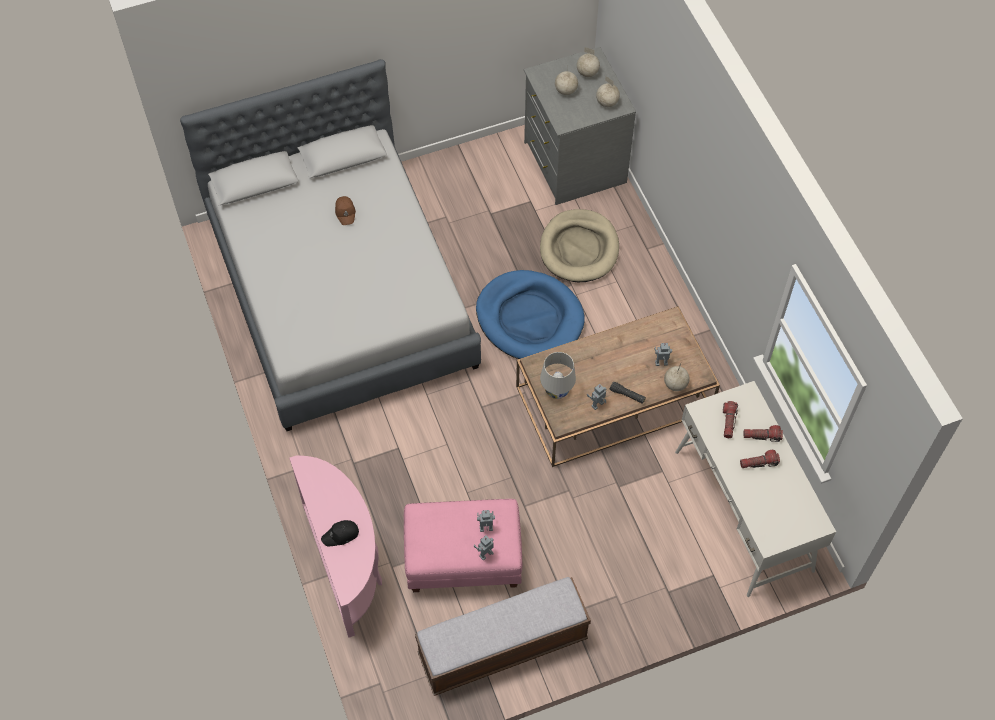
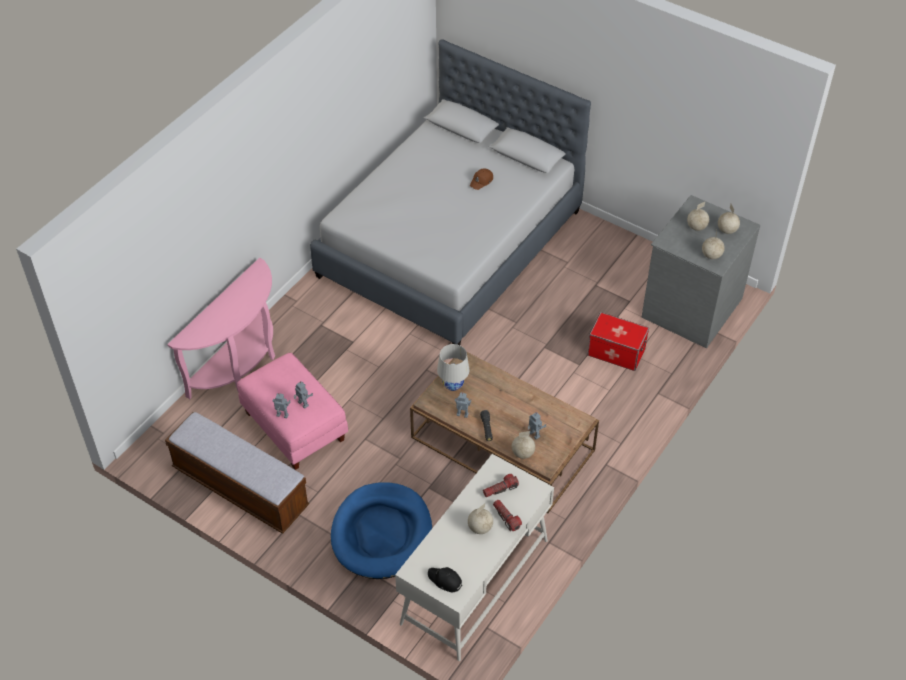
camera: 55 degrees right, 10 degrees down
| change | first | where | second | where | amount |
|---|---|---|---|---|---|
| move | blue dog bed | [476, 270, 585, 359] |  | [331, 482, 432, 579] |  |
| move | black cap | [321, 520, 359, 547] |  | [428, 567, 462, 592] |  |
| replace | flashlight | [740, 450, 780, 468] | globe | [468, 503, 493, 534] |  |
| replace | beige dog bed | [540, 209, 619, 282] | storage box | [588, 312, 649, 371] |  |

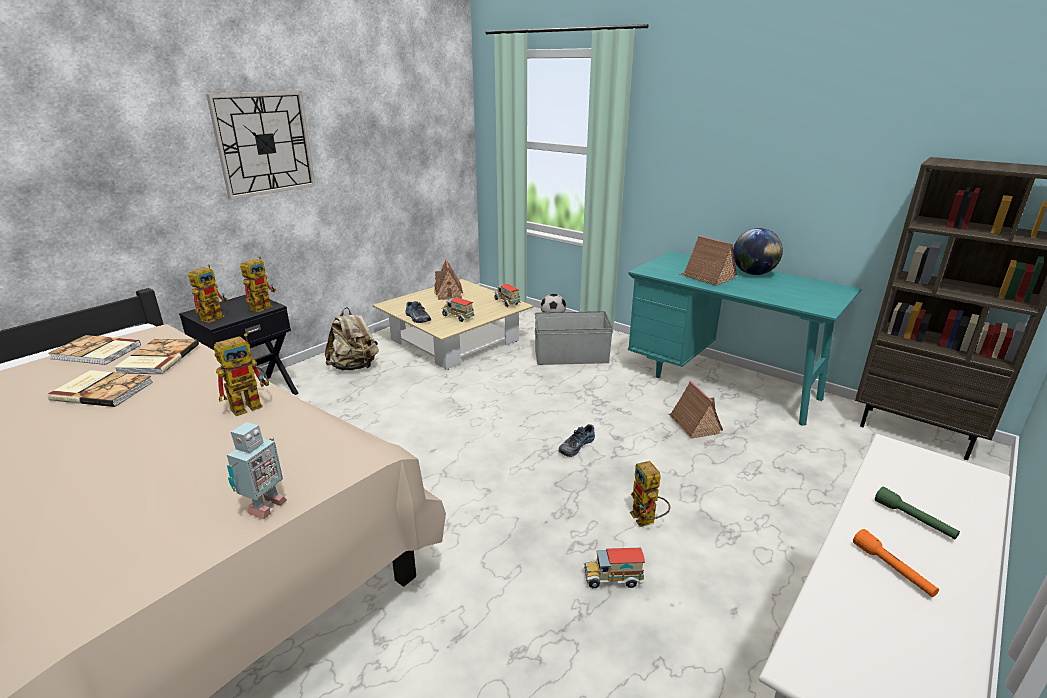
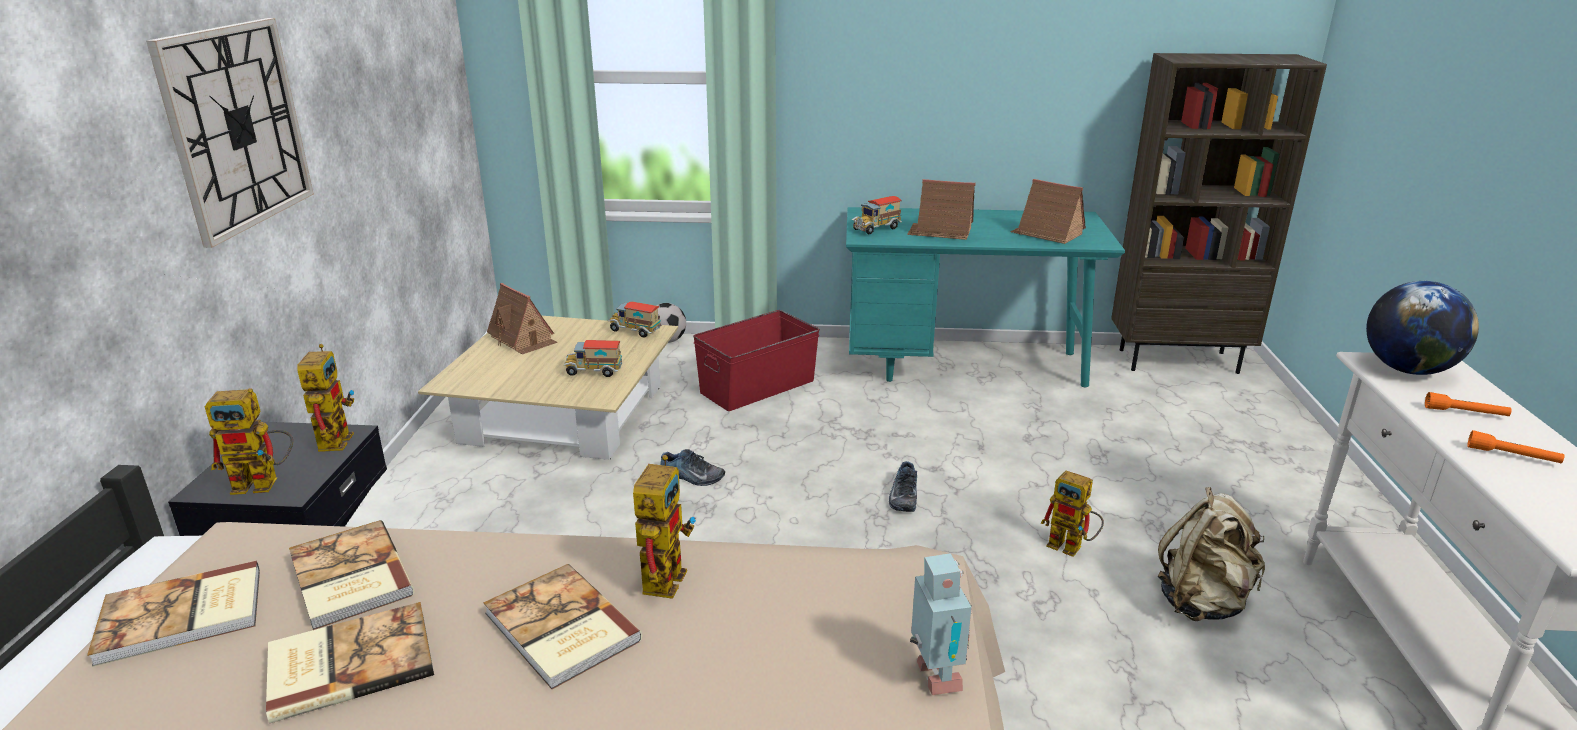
camera: 35 degrees left, 0 degrees up
| change | first | where | second | where | amount |
|---|---|---|---|---|---|
| rotate | toy robot | [188, 264, 227, 323] |  | [205, 388, 293, 495] | 90 degrees clockwise |
| insert |  |  | book | [483, 564, 642, 689] |  |
| move | shoe | [405, 301, 431, 323] |  | [661, 449, 725, 486] |  |
| recolor | grey storage box | [535, 311, 613, 365] | red storage box | [693, 310, 820, 411] |  |
| move | toy truck | [583, 548, 645, 588] |  | [851, 196, 902, 235] |  |
| move | toy house | [669, 381, 723, 439] |  | [1010, 179, 1086, 244] |  |
| move | beige backpack | [325, 307, 379, 370] |  | [1158, 487, 1265, 621] |  |
| move | globe | [733, 228, 783, 275] |  | [1366, 281, 1479, 375] |  |
| recolor | green flashlight | [875, 487, 960, 539] | orange flashlight | [1425, 392, 1512, 416] |  |

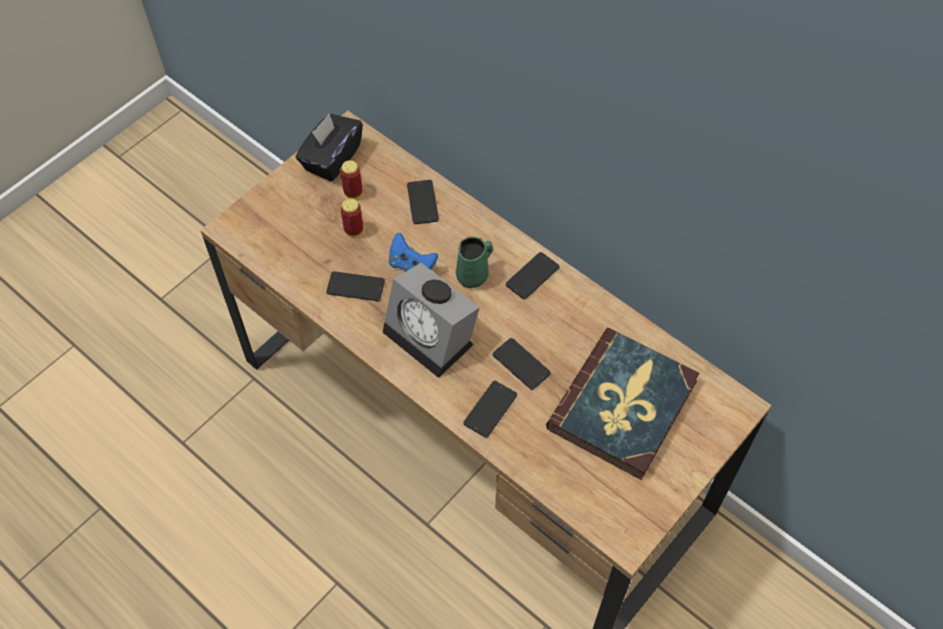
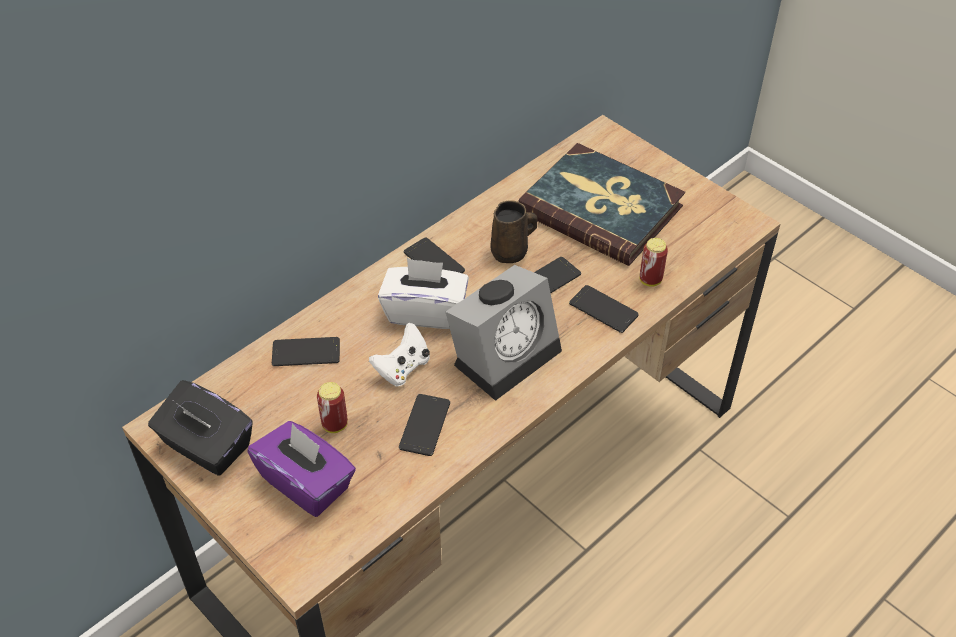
camera: 85 degrees left, 10 degrees down
| change | first | where | second | where | amount |
|---|---|---|---|---|---|
| insert |  |  | purple tissue box | [247, 421, 356, 517] |  |
| recolor | blue game controller | [389, 233, 438, 271] | white game controller | [369, 323, 430, 386] |  |
| replace | green mug | [456, 236, 493, 288] | white tissue box | [378, 258, 469, 329] |  |
| insert |  |  | brown mug | [491, 200, 537, 263] |  |
| move | can | [340, 160, 363, 199] |  | [639, 238, 668, 287] |  |

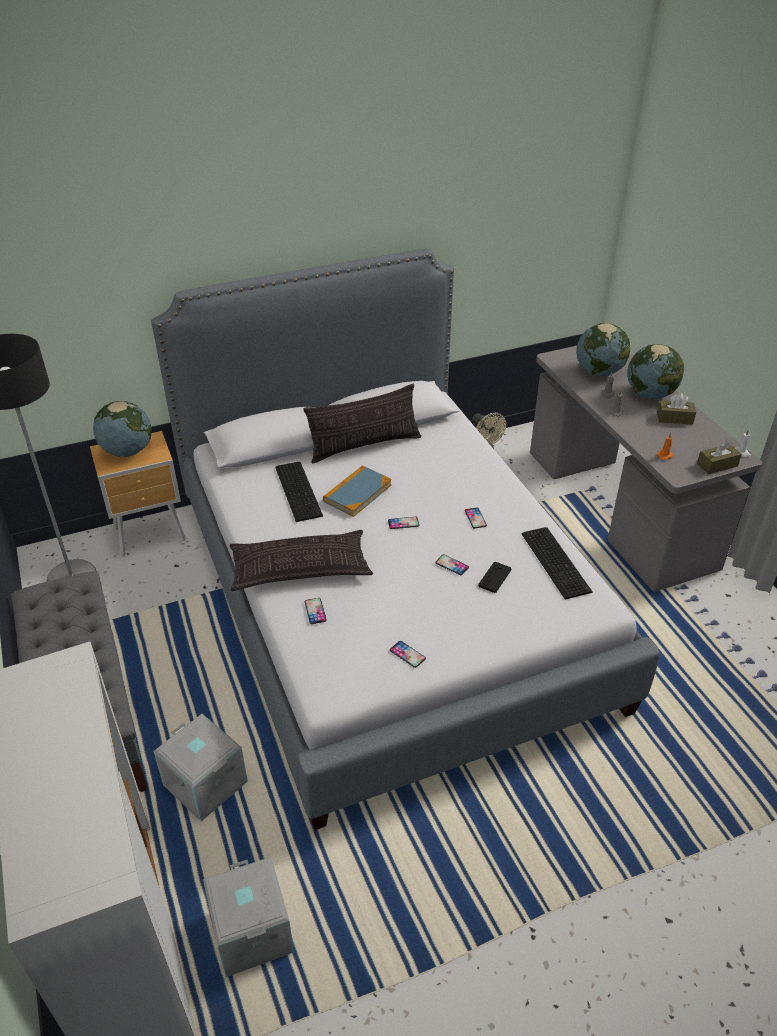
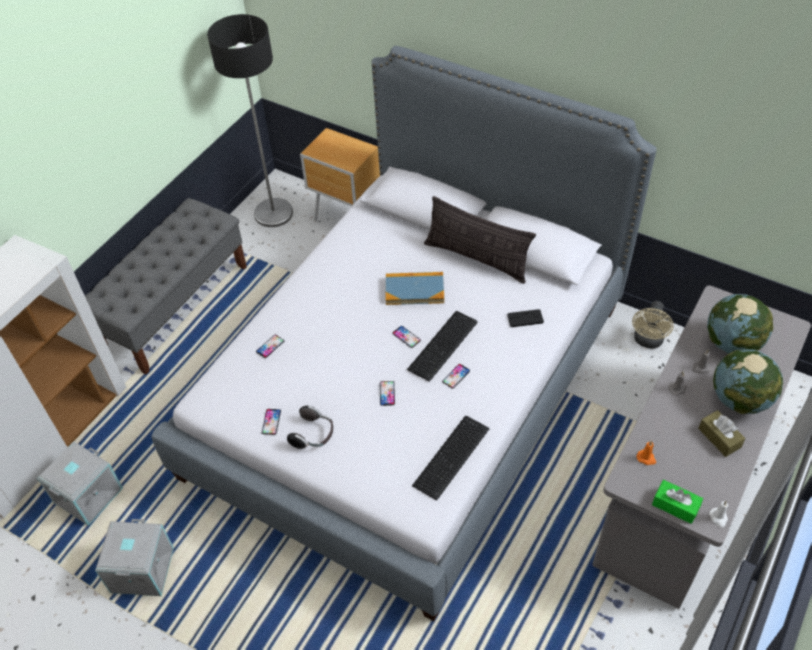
camera: 55 degrees right, 10 degrees up
| change | first | where | second | where | amount |
|---|---|---|---|---|---|
| move | grey storage box | [153, 714, 248, 822] |  | [95, 519, 174, 596] |  |
| insert |  |  | headphones | [287, 406, 333, 449] |  |
| move | keyboard | [275, 462, 323, 522] |  | [407, 311, 478, 382] |  |
| move | black game controller | [478, 562, 512, 593] |  | [507, 309, 544, 327] |  |
| recolor | brown tissue box | [697, 441, 742, 474] | green tissue box | [652, 480, 703, 524] |  |
| delete | globe | [93, 401, 152, 457] |  |  |  |
| delete | pillow | [230, 530, 373, 591] |  |  |  |

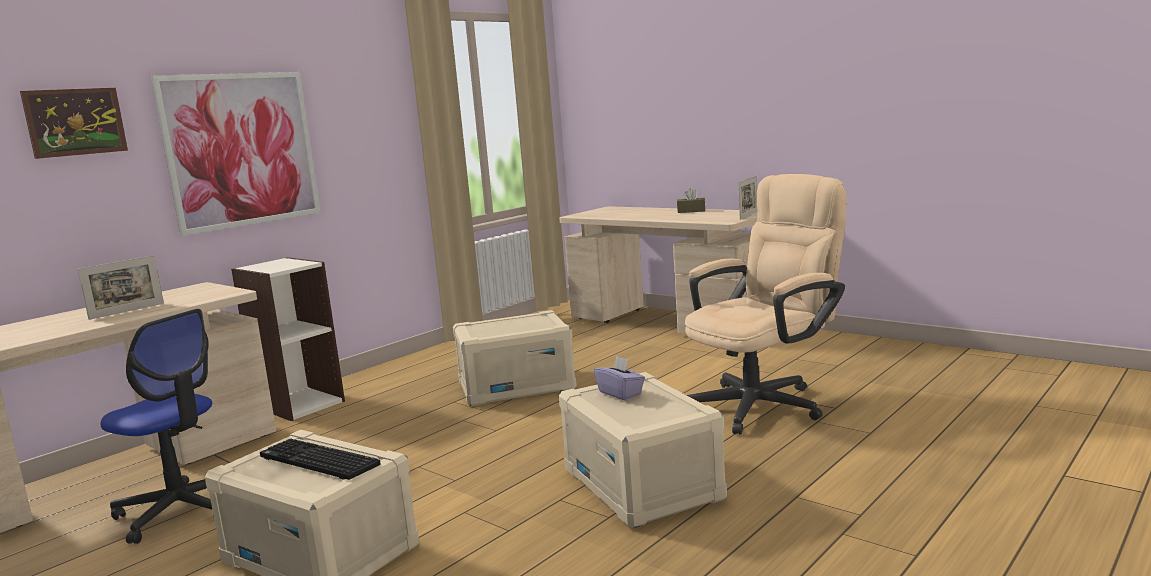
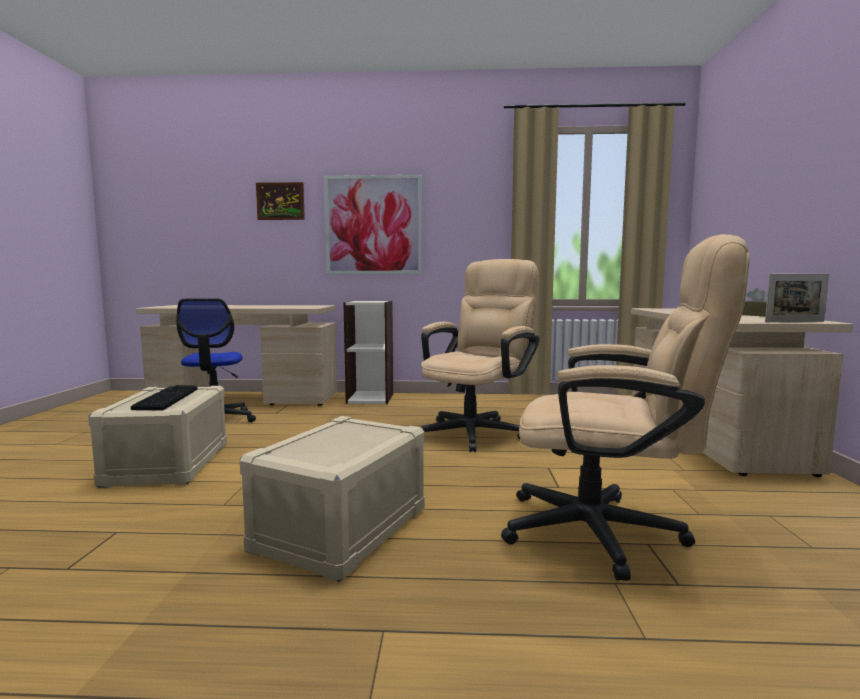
camera: 50 degrees right, 5 degrees down
| change | first | where | second | where | amount |
|---|---|---|---|---|---|
| replace | beige storage box | [453, 310, 577, 407] | beige office chair | [420, 259, 540, 452] |  |
| delete | picture frame | [78, 255, 164, 320] |  |  |  |
| delete | purple tissue box | [594, 356, 645, 400] |  |  |  |

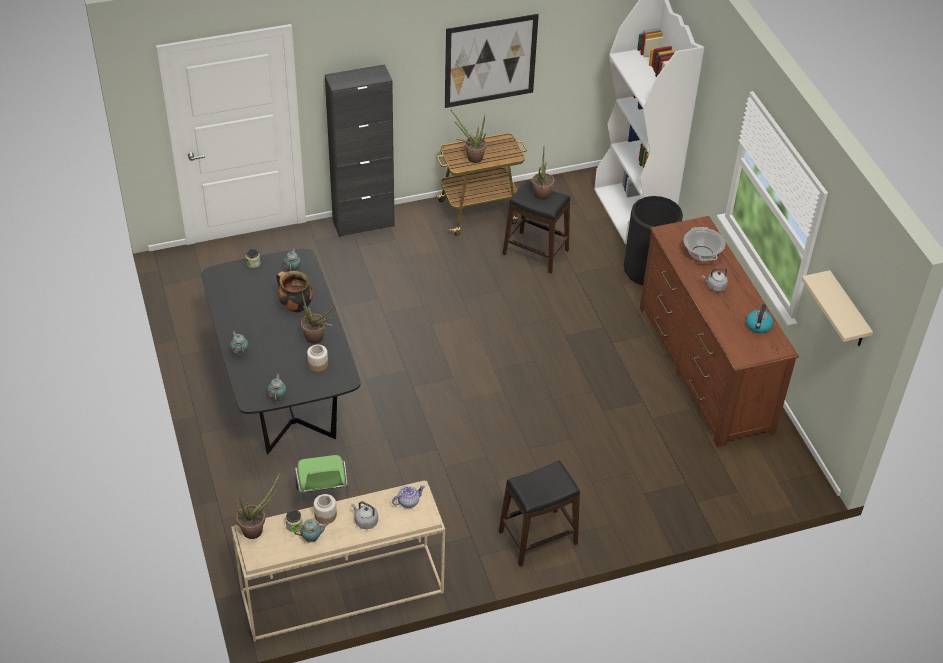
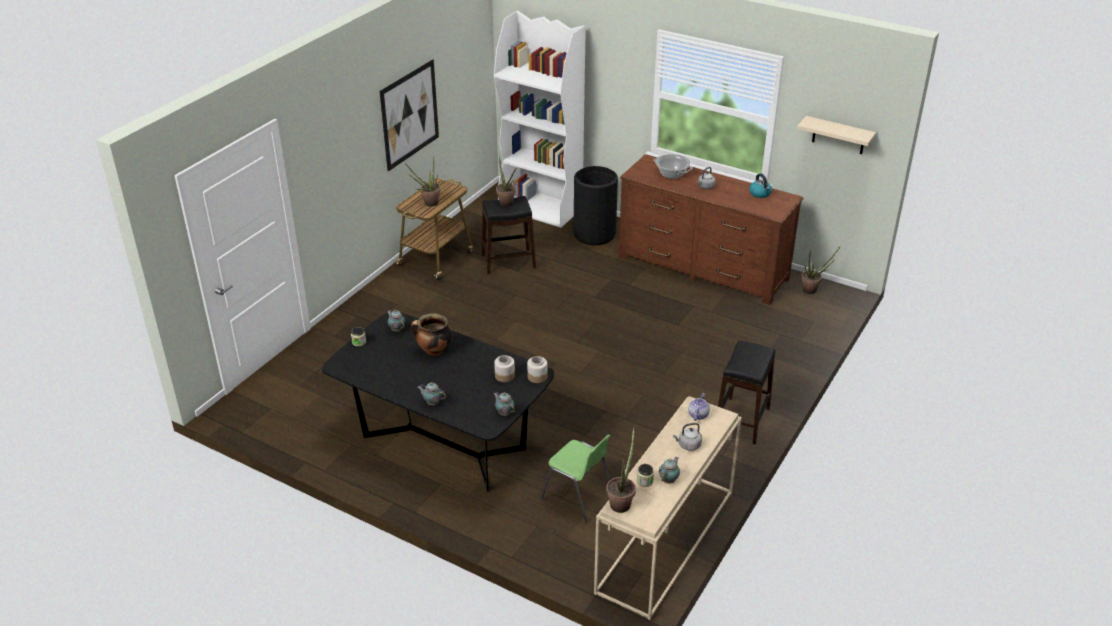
camera: 40 degrees left, 10 degrees down
| change | first | where | second | where | amount |
|---|---|---|---|---|---|
| move | jar | [314, 494, 337, 524] |  | [527, 356, 547, 383] |  |
| move | potted plant | [301, 292, 336, 344] |  | [801, 246, 841, 294] |  |
| delete | black cabinet | [325, 64, 395, 237] |  |  |  |

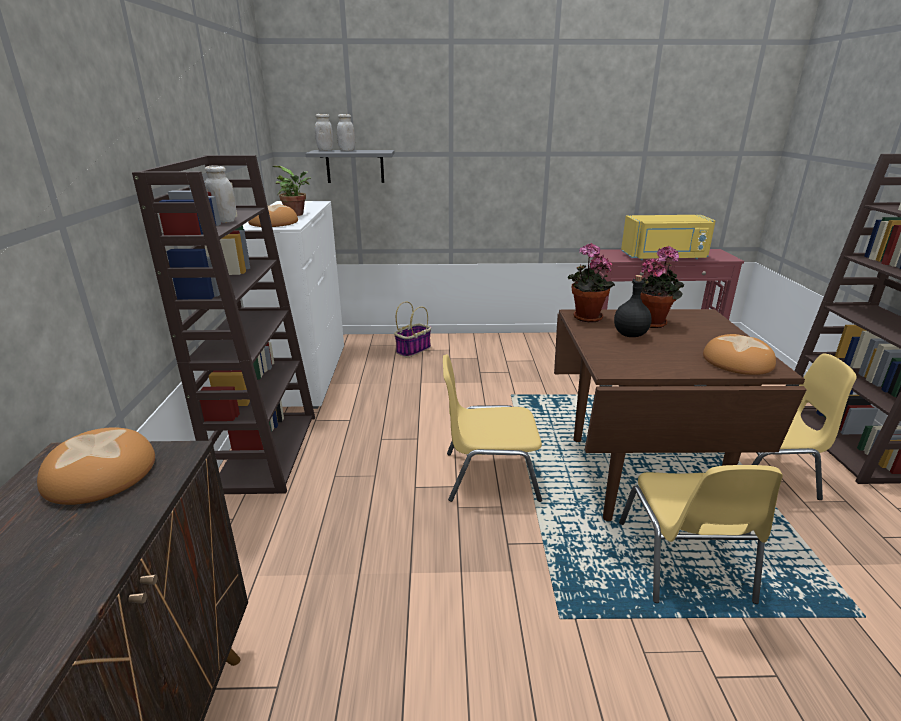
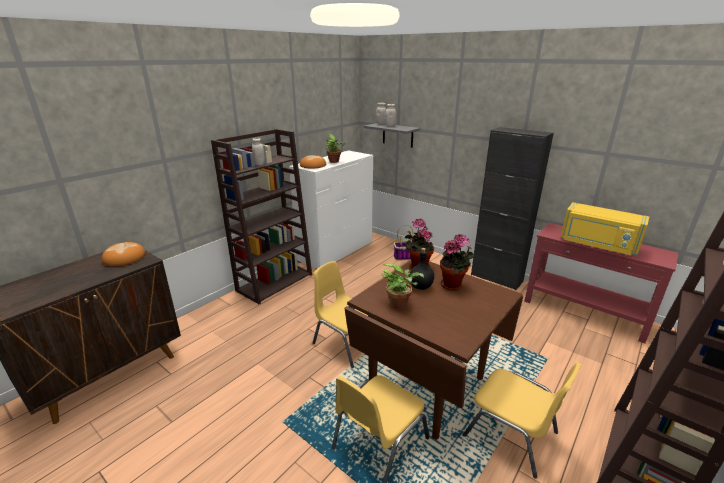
camera: 40 degrees right, 0 degrees up
| change | first | where | second | where | amount |
|---|---|---|---|---|---|
| insert |  |  | potted plant | [382, 263, 424, 309] |  |
| insert |  |  | black cabinet | [471, 127, 554, 290] |  |
| delete | bread | [703, 334, 776, 375] |  |  |  |

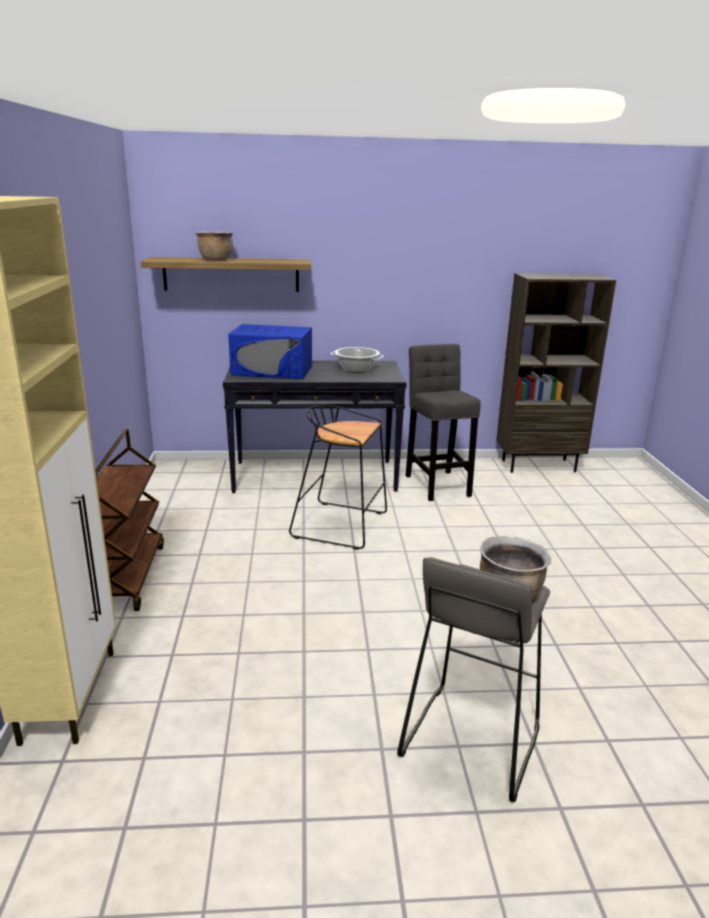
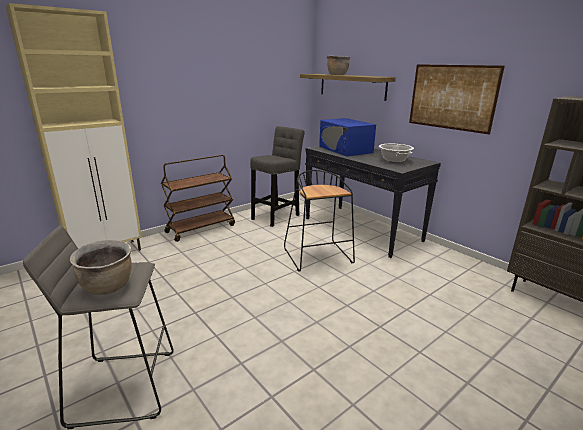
camera: 55 degrees right, 0 degrees up
| change | first | where | second | where | amount |
|---|---|---|---|---|---|
| move | grey stool | [406, 344, 481, 501] |  | [250, 126, 305, 227] |  |
| insert |  |  | picture | [409, 64, 505, 135] |  |

